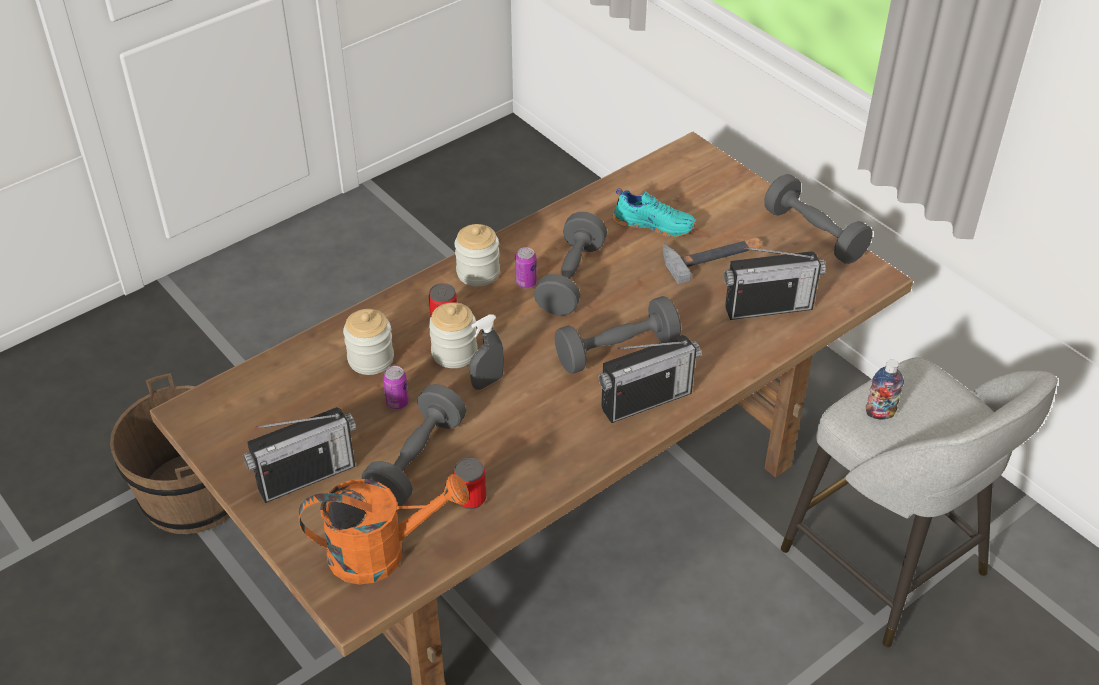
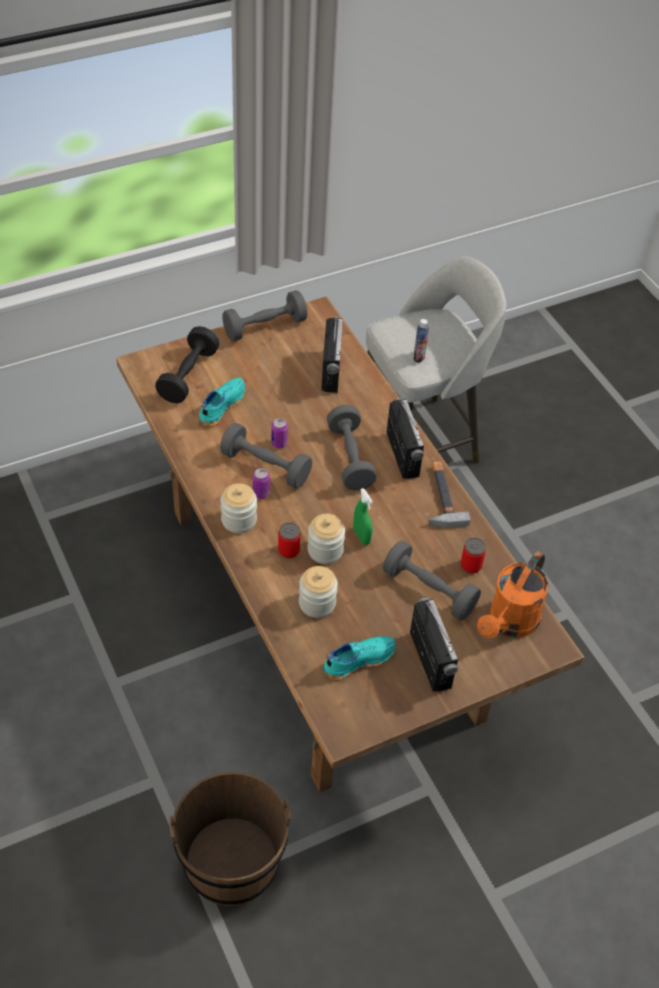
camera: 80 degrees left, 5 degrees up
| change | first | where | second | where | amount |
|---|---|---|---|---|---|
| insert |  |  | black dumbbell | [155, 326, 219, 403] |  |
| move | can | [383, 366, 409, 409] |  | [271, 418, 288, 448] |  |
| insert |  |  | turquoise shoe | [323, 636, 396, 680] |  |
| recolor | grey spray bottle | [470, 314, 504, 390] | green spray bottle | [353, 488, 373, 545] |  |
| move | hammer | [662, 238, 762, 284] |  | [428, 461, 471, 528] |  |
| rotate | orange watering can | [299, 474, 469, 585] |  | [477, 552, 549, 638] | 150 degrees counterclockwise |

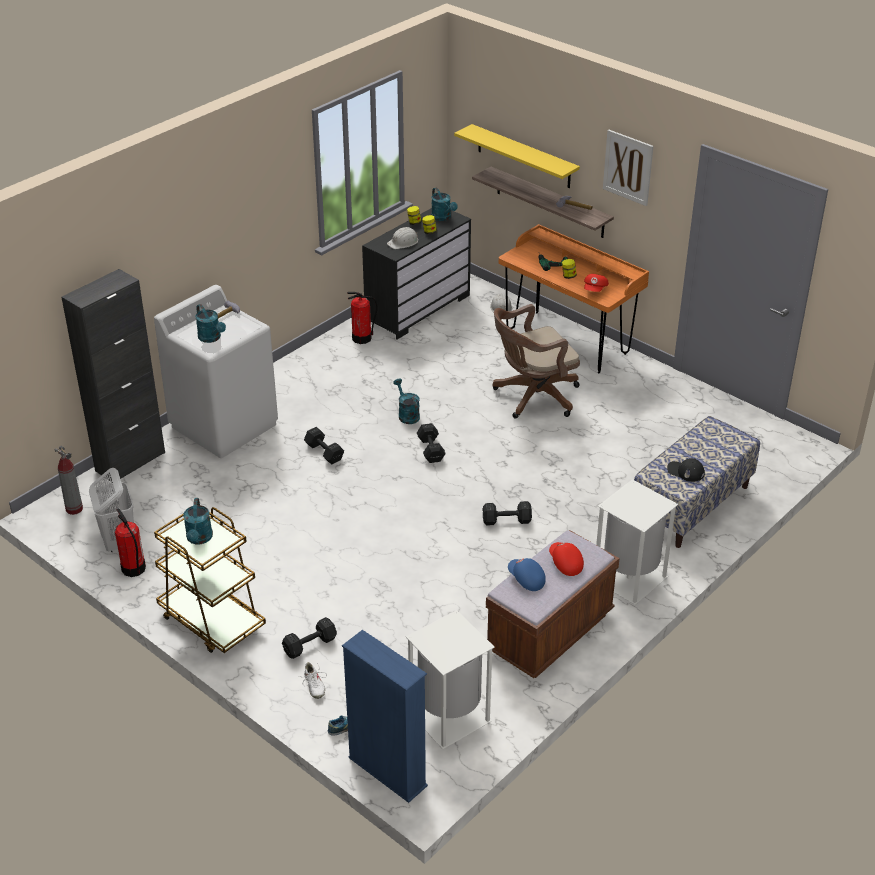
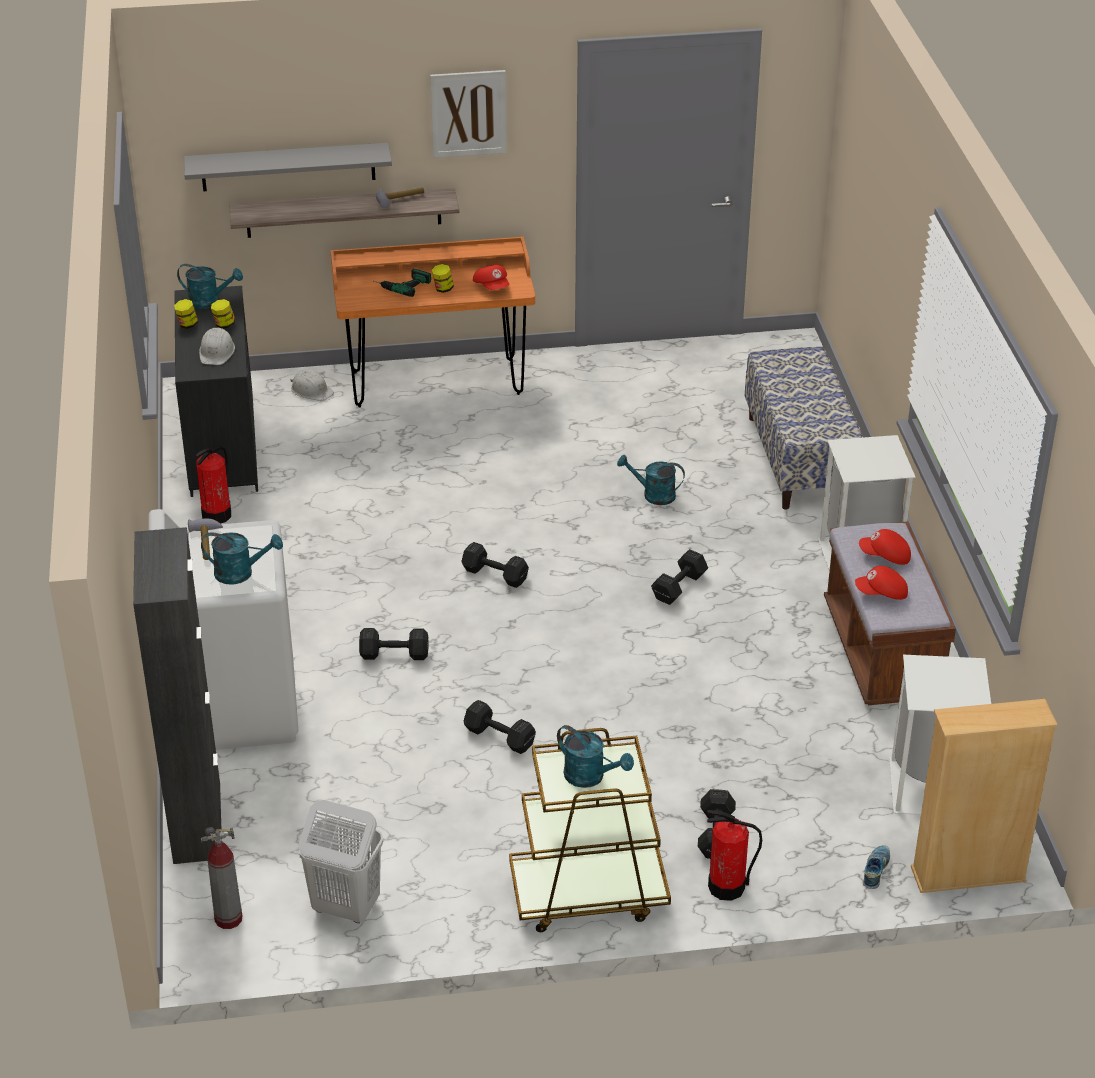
camera: 50 degrees left, 0 degrees up
| change | first | where | second | where | amount |
|---|---|---|---|---|---|
| recolor | yellow shelf | [454, 124, 580, 188] | grey shelf | [184, 143, 392, 191] |  |
| insert |  |  | black dumbbell | [464, 700, 536, 754] |  |
| move | turquoise watering can | [393, 379, 420, 424] |  | [617, 455, 685, 505] |  |
| move | fire extinguisher | [115, 509, 146, 577] |  | [707, 810, 762, 901] |  |
| recolor | blue cap | [508, 558, 546, 591] | red cap | [855, 566, 908, 600] |  |
| recolor | blue bookcase | [342, 630, 428, 803] | beige bookcase | [911, 699, 1058, 893] |  |
| delete | white shoe | [298, 662, 327, 699] |  |  |  |
| delete | brown office chair | [493, 304, 580, 419] |  |  |  |
| delete | black cap | [667, 458, 705, 482] |  |  |  |

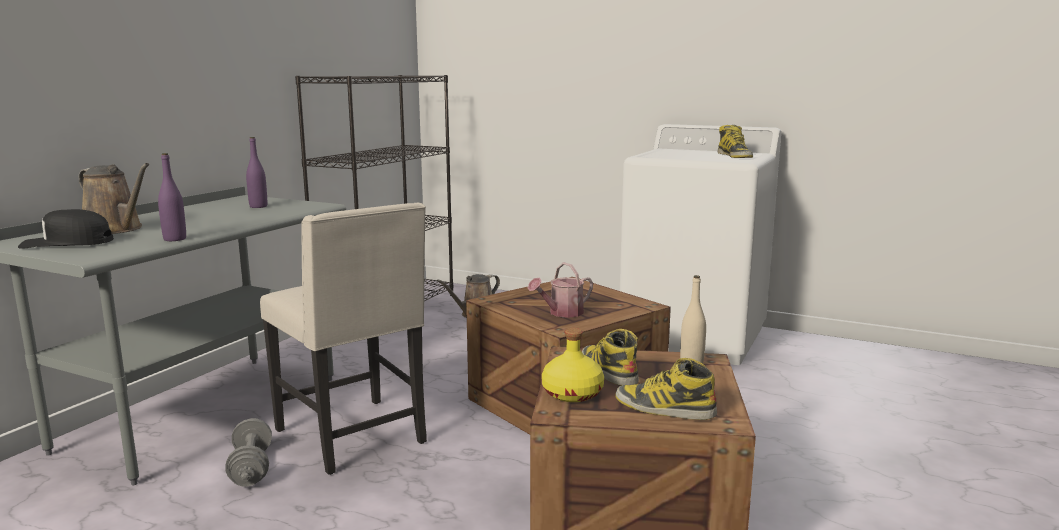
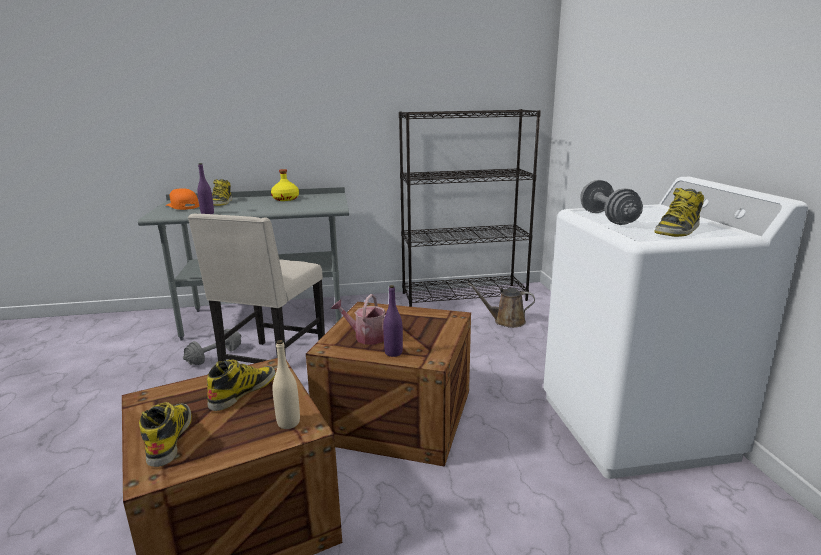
camera: 55 degrees right, 5 degrees up
| change | first | where | second | where | amount |
|---|---|---|---|---|---|
| recolor | black cap | [18, 209, 114, 249] | orange cap | [165, 188, 199, 210] |  |
| replace | brown watering can | [79, 163, 149, 234] | boot | [212, 179, 232, 206] |  |
| move | yellow bottle | [542, 328, 604, 402] |  | [271, 169, 299, 201] |  |
| move | purple bottle | [246, 137, 267, 208] |  | [383, 285, 403, 357] |  |
| insert |  |  | grey dumbbell | [580, 180, 643, 225] |  |

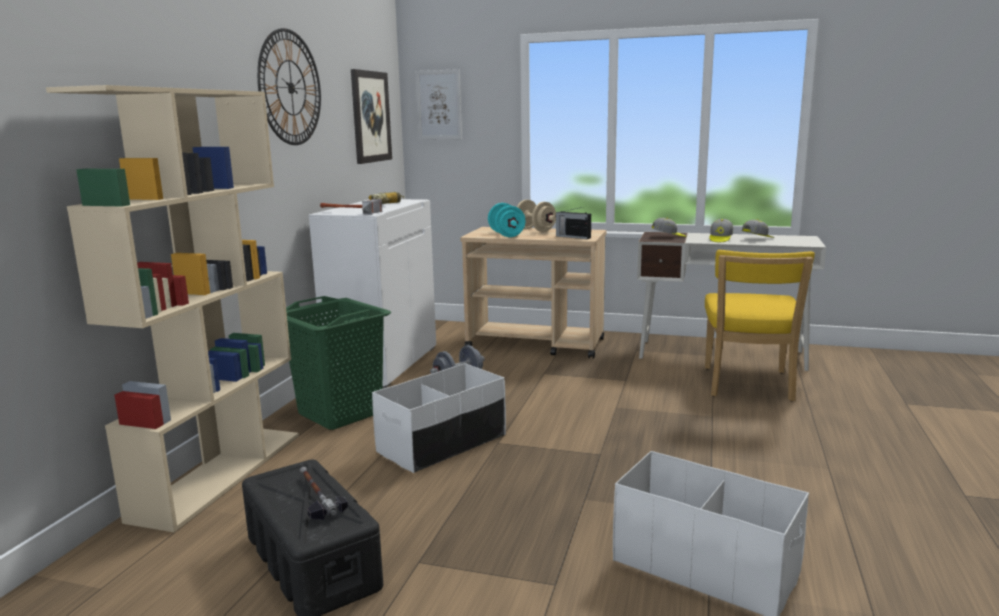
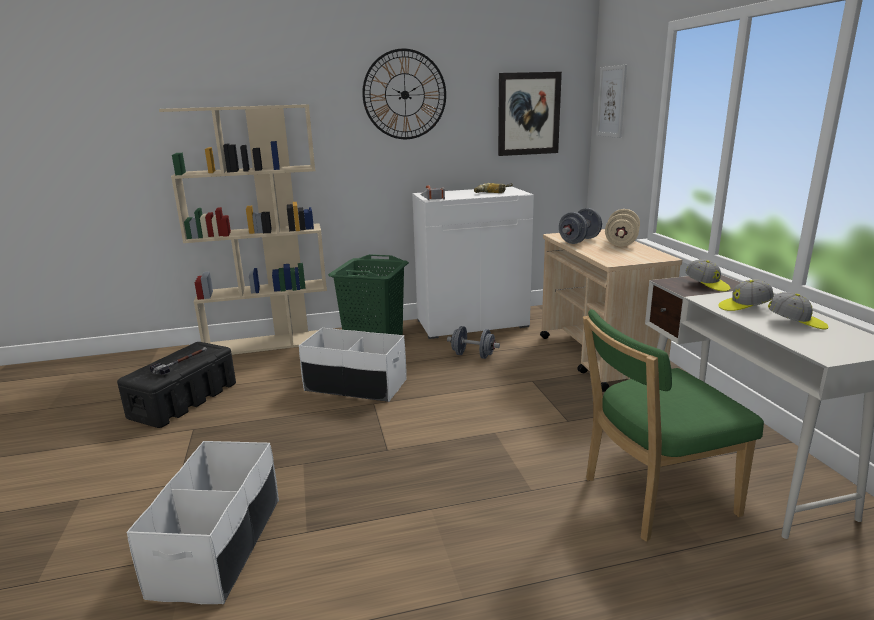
camera: 60 degrees right, 5 degrees up
| change | first | where | second | where | amount |
|---|---|---|---|---|---|
| recolor | turquoise dumbbell | [488, 203, 526, 237] | grey dumbbell | [559, 208, 602, 244] |  |
| recolor | yellow chair | [705, 250, 815, 401] | green chair | [583, 309, 764, 542] |  |
| delete | radio | [555, 207, 591, 239] |  |  |  |

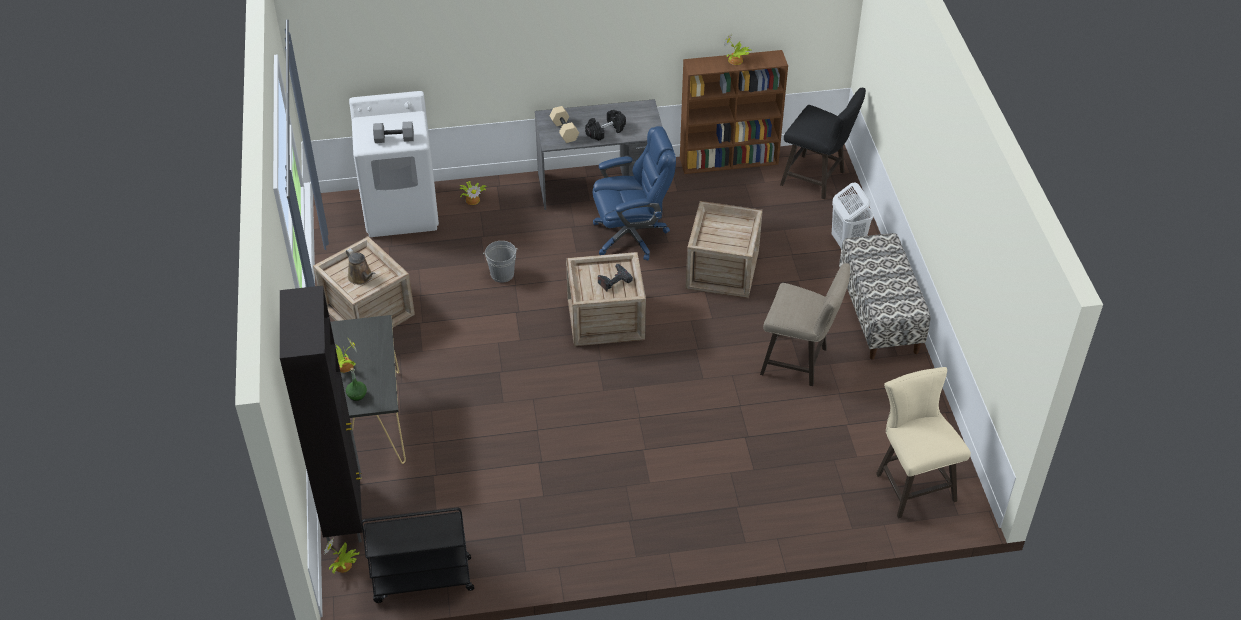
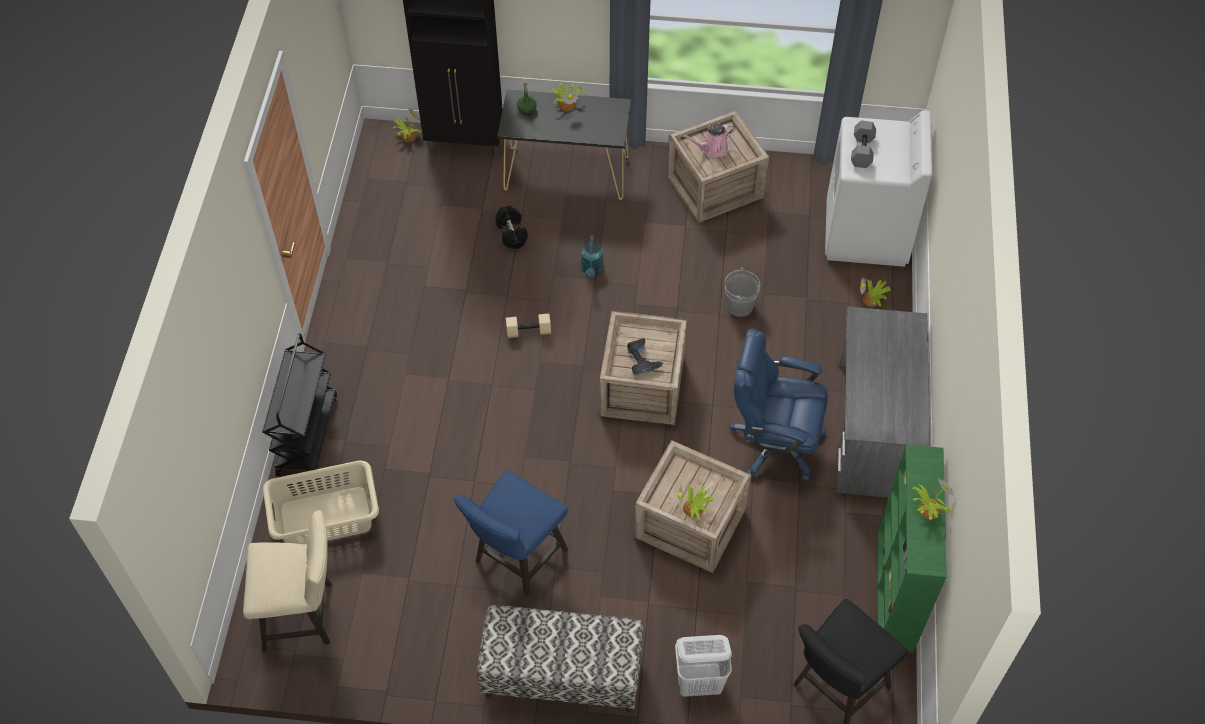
camera: 105 degrees right, 10 degrees up
| change | first | where | second | where | amount |
|---|---|---|---|---|---|
| move | black cart | [361, 508, 474, 603] |  | [262, 333, 337, 476] |  |
| insert |  |  | beige laundry basket | [263, 460, 379, 544] |  |
| recolor | beige stool | [760, 263, 850, 386] | blue stool | [454, 471, 568, 595] |  |
| move | black dumbbell | [585, 110, 626, 141] |  | [496, 206, 528, 249] |  |
| move | beige dumbbell | [549, 106, 579, 143] |  | [506, 313, 551, 338] |  |
| insert |  |  | turquoise watering can | [581, 236, 604, 278] |  |
| insert |  |  | potted plant | [678, 485, 714, 520] |  |
| recolor | brown watering can | [346, 248, 375, 285] | pink watering can | [683, 123, 735, 157] |  |
| rotate | blue office chair | [593, 126, 676, 261] |  | [729, 329, 828, 481] | 105 degrees clockwise |
| recolor | brown bookcase | [680, 50, 788, 174] | green bookcase | [878, 444, 947, 653] |  |

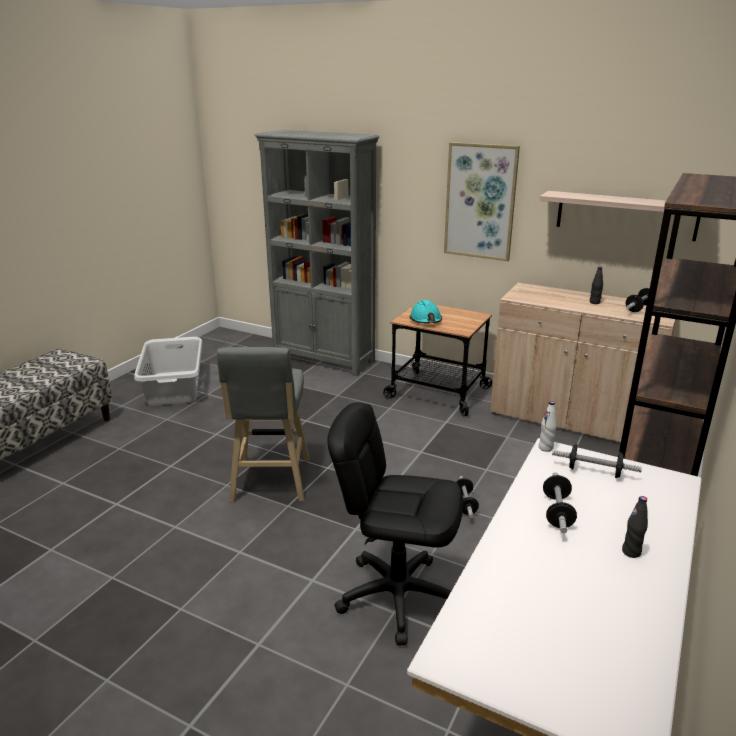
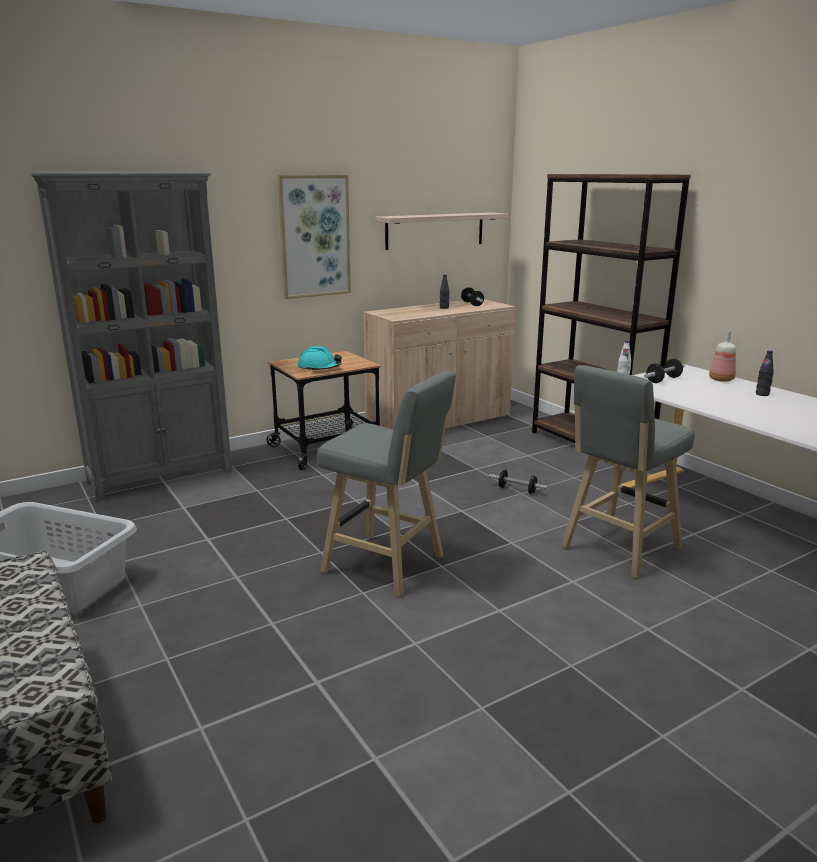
camera: 60 degrees left, 5 degrees down
| change | first | where | second | where | amount |
|---|---|---|---|---|---|
| replace | black office chair | [327, 402, 463, 646] | grey stool | [561, 365, 695, 579] |  |
| insert |  |  | bottle | [709, 330, 736, 382] |  |
| delete | dumbbell | [543, 472, 577, 533] |  |  |  |

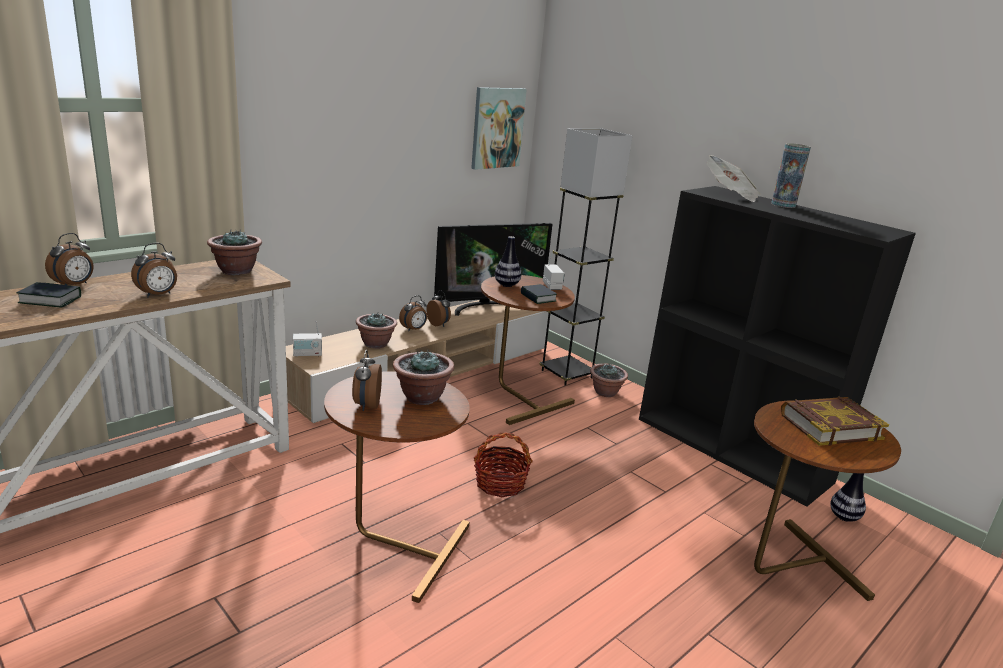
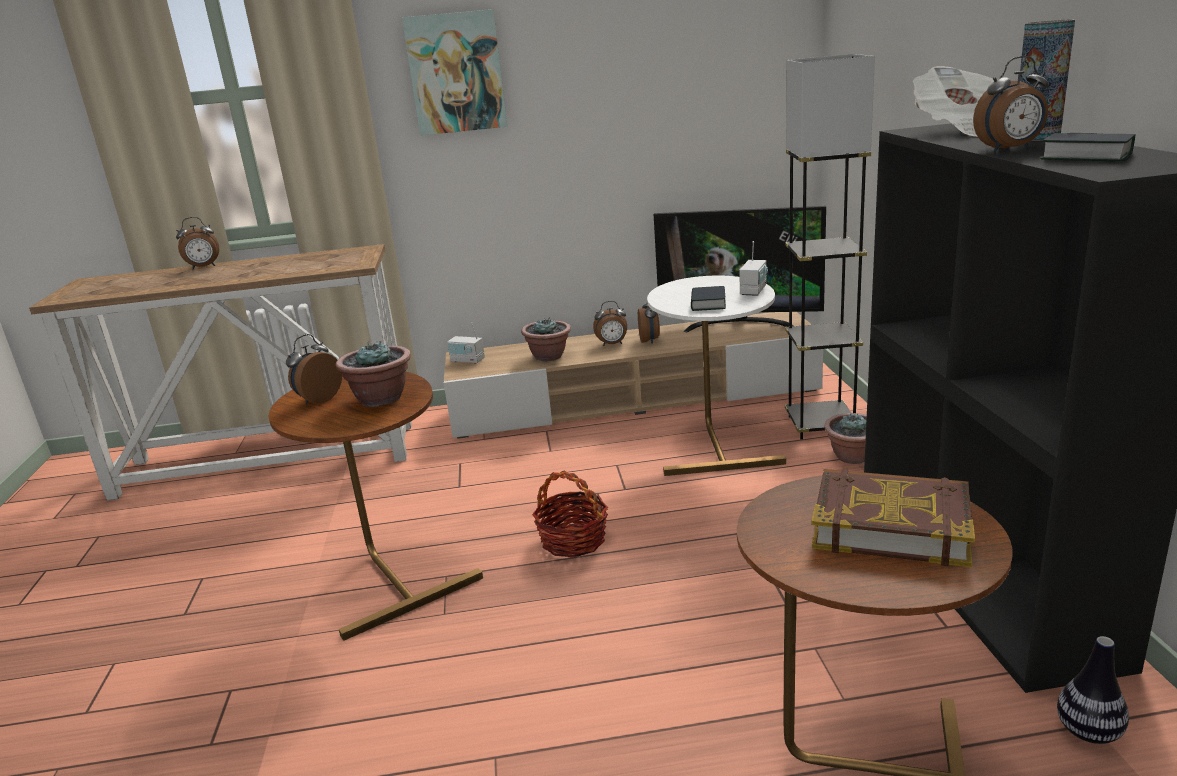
camera: 40 degrees right, 0 degrees up
| change | first | where | second | where | amount |
|---|---|---|---|---|---|
| move | picture | [471, 87, 527, 170] |  | [402, 9, 507, 136] |  |
| recolor | brown side table | [481, 275, 575, 425] | white side table | [647, 276, 786, 476] |  |
| move | alarm clock | [131, 243, 177, 297] |  | [973, 56, 1049, 152] |  |
| move | book | [16, 282, 81, 308] |  | [1041, 133, 1136, 161] |  |
| delete | potted plant | [207, 229, 262, 275] |  |  |  |
| delete | vase | [495, 236, 521, 287] |  |  |  |

